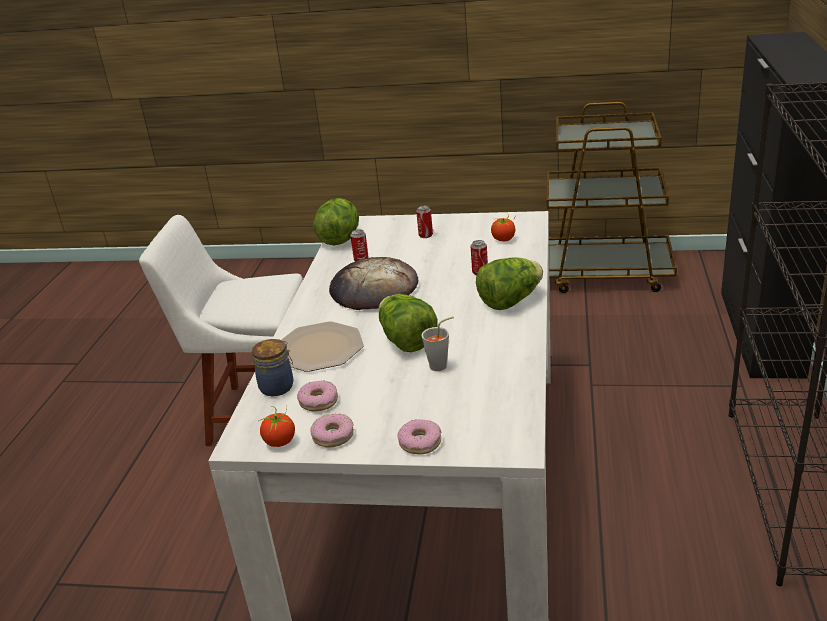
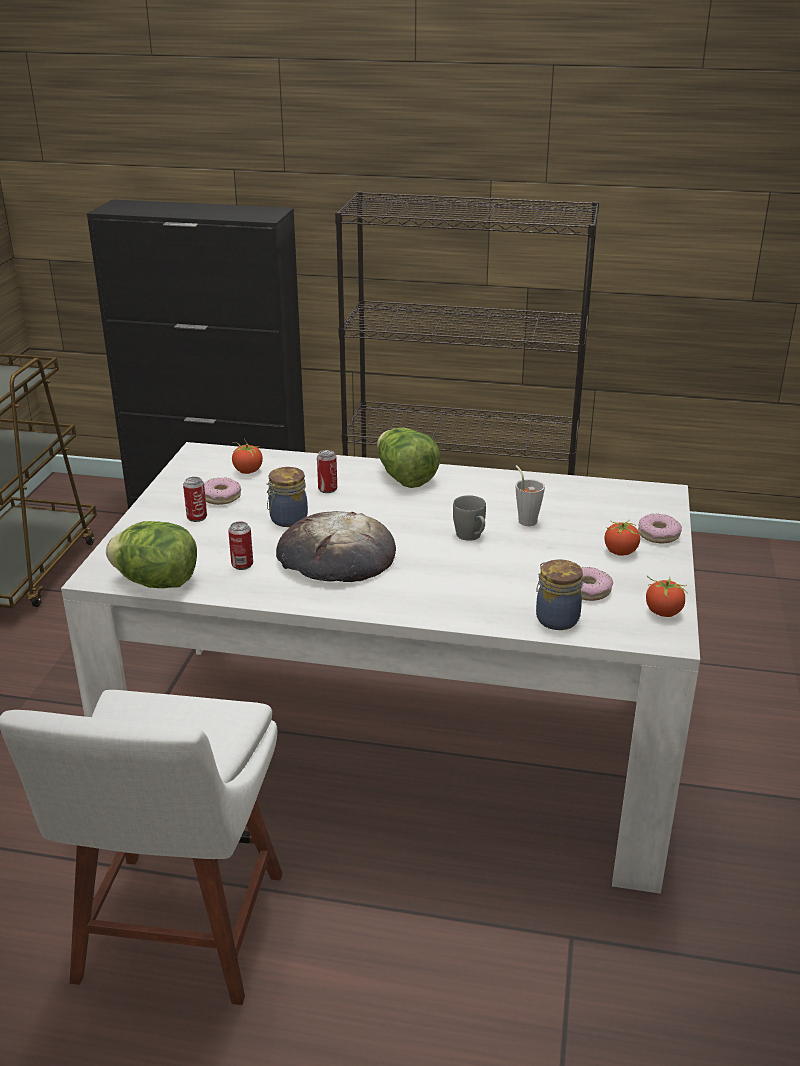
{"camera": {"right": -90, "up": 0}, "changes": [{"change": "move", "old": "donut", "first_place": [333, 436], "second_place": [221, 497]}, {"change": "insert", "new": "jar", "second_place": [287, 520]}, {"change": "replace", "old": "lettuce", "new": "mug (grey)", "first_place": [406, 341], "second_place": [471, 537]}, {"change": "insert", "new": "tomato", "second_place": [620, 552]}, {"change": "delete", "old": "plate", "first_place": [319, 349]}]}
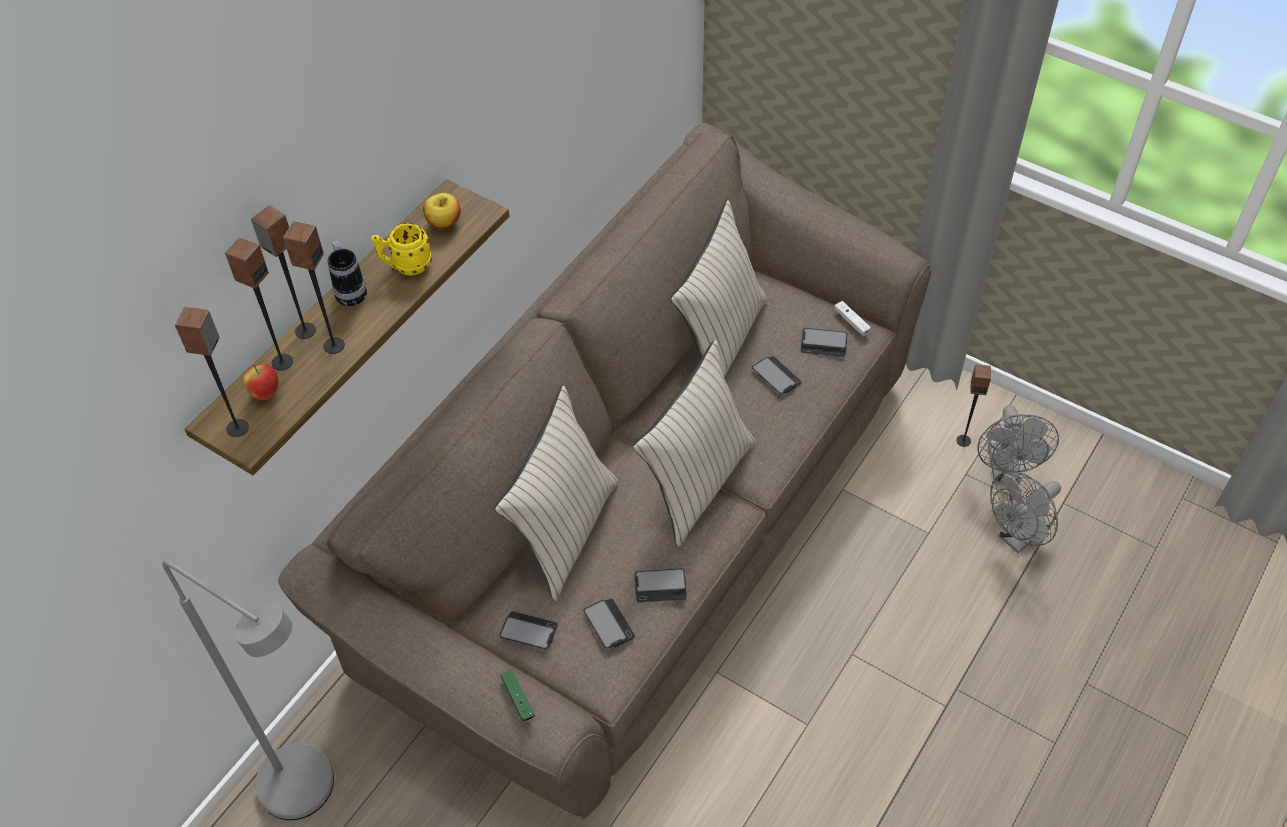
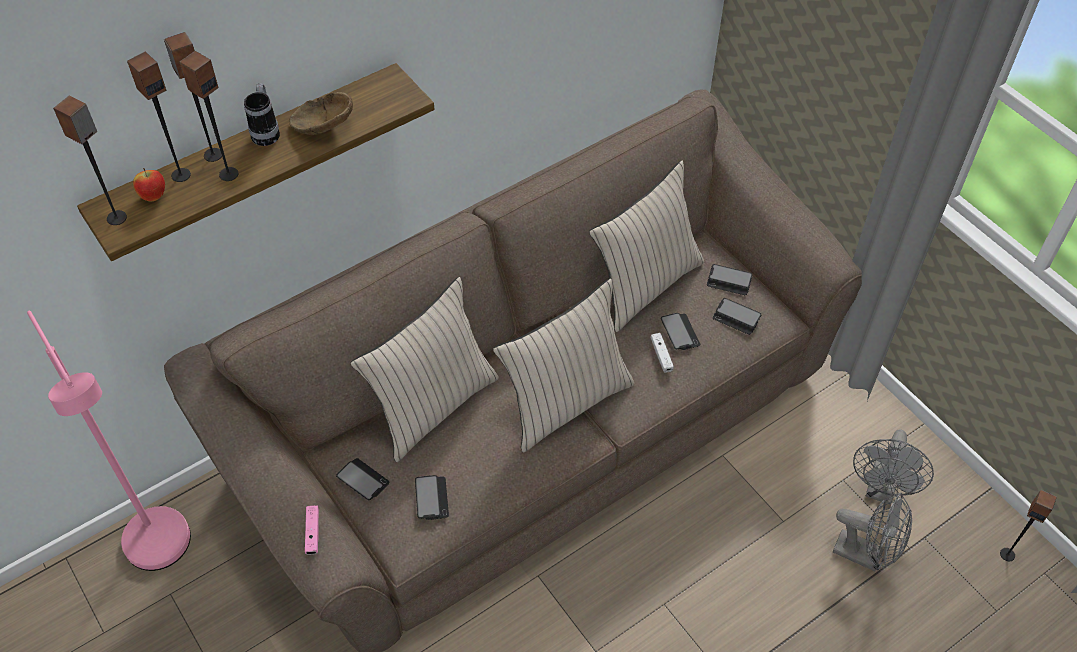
{"camera": {"right": 20, "up": 0}, "changes": [{"change": "recolor", "old": "floor lamp (grey)", "new": "floor lamp (pink)", "first_place": [313, 795], "second_place": [166, 555]}, {"change": "replace", "old": "mug (yellow)", "new": "bowl (brown)", "first_place": [406, 266], "second_place": [322, 126]}, {"change": "recolor", "old": "game controller (green)", "new": "game controller (pink)", "first_place": [518, 699], "second_place": [312, 533]}, {"change": "move", "old": "game controller (white)", "first_place": [851, 322], "second_place": [661, 355]}, {"change": "move", "old": "phone", "first_place": [660, 586], "second_place": [729, 281]}, {"change": "rotate", "old": "fan (grey)", "first_place": [1018, 538], "second_place": [865, 554], "degrees": -135}, {"change": "move", "old": "speaker", "first_place": [963, 440], "second_place": [1007, 554]}, {"change": "delete", "old": "apple", "first_place": [443, 222]}]}
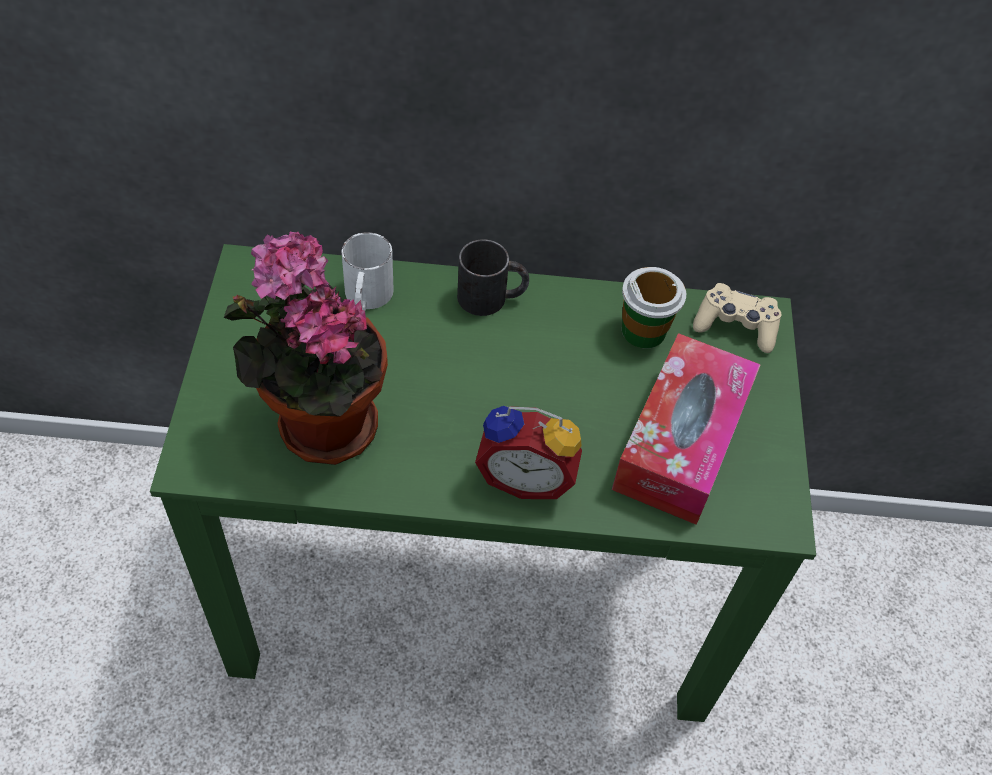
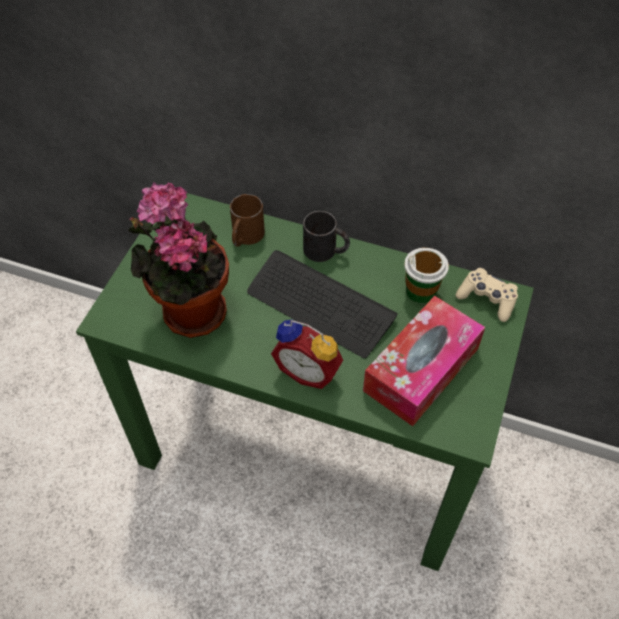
{"camera": {"right": 20, "up": 0}, "changes": [{"change": "recolor", "old": "mug (white)", "new": "mug (brown)", "first_place": [366, 298], "second_place": [245, 237]}, {"change": "insert", "new": "keyboard", "second_place": [320, 305]}]}
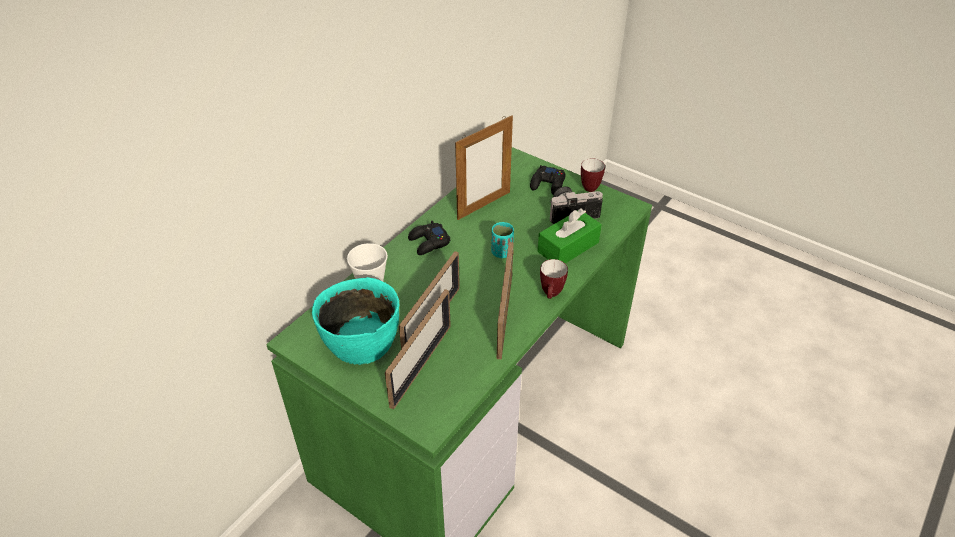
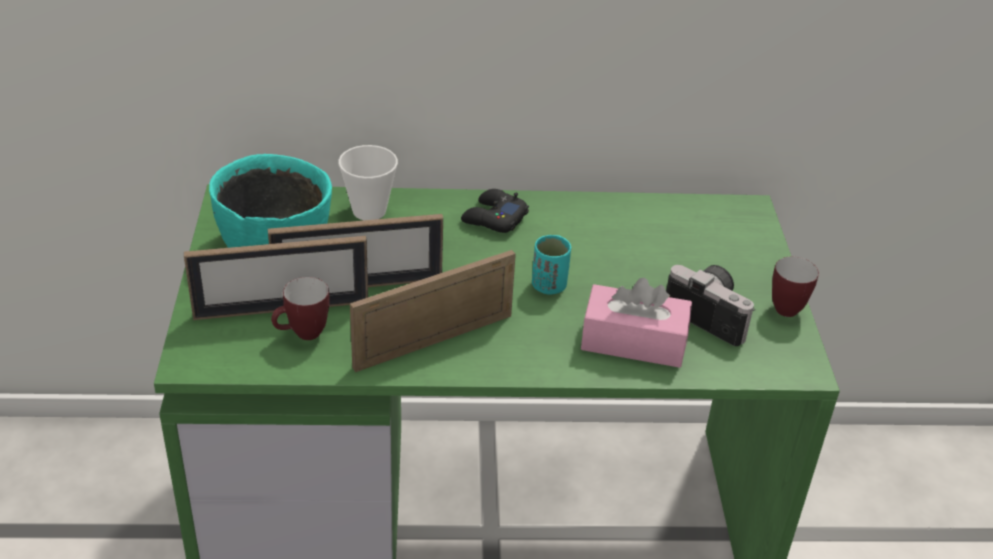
{"camera": {"right": 50, "up": -5}, "changes": [{"change": "move", "old": "mug", "first_place": [551, 295], "second_place": [302, 335]}, {"change": "recolor", "old": "tissue box (green)", "new": "tissue box (pink)", "first_place": [568, 247], "second_place": [633, 342]}, {"change": "delete", "old": "picture frame", "first_place": [483, 205]}, {"change": "delete", "old": "game controller (black)", "first_place": [548, 184]}]}
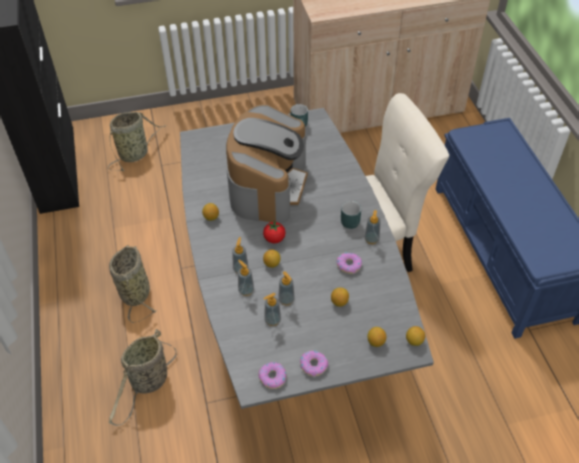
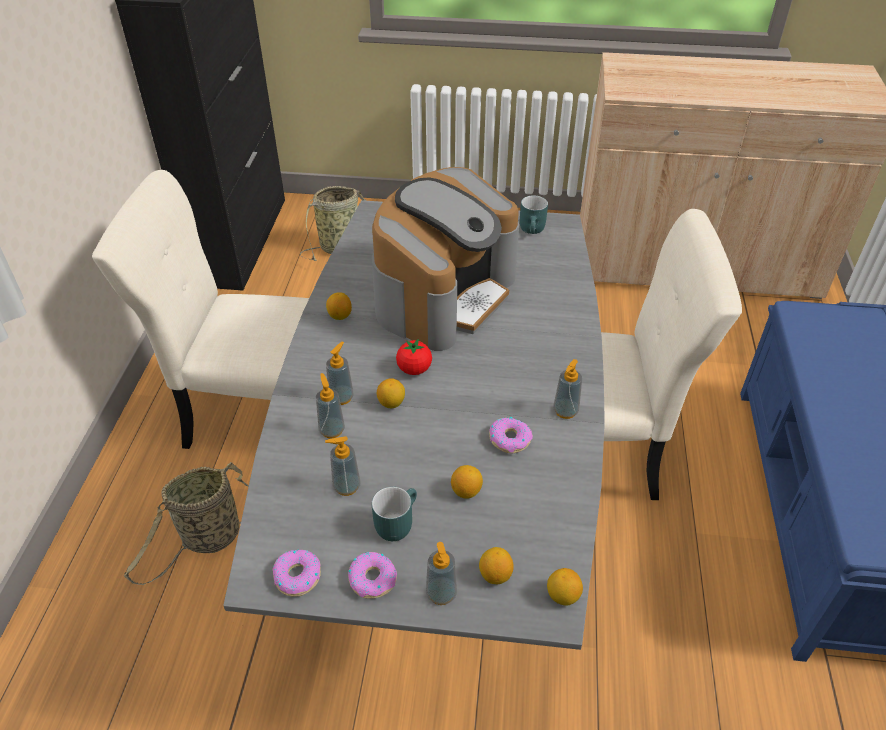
{"camera": {"right": 20, "up": -5}, "changes": [{"change": "replace", "old": "basket", "new": "chair (beige)", "first_place": [135, 292], "second_place": [255, 413]}, {"change": "move", "old": "mug (turquoise)", "first_place": [349, 220], "second_place": [395, 522]}, {"change": "move", "old": "soap dispenser", "first_place": [286, 300], "second_place": [441, 594]}]}
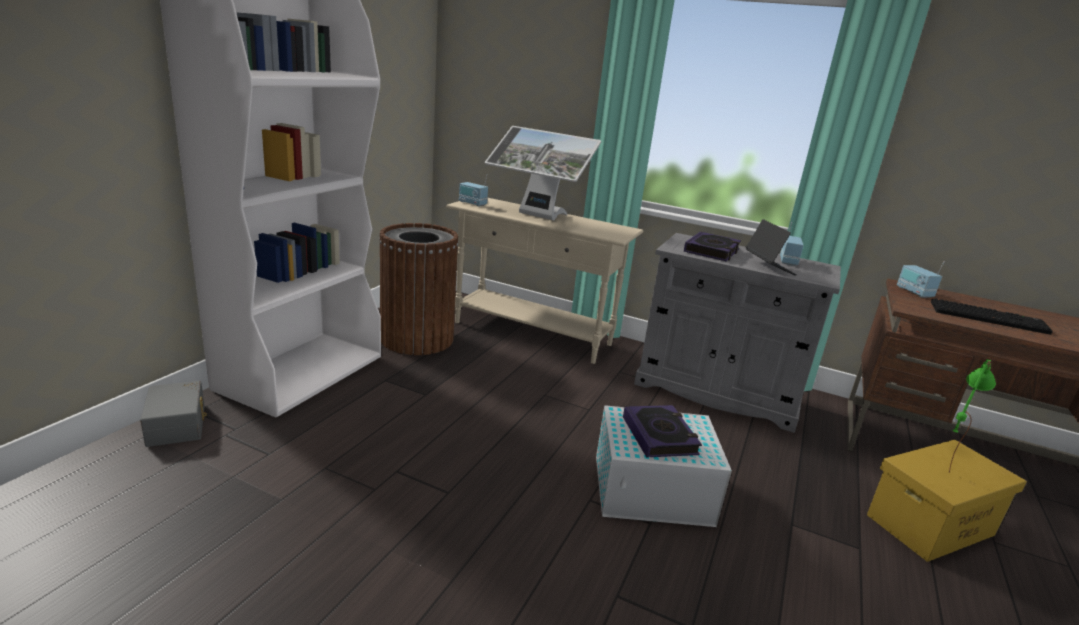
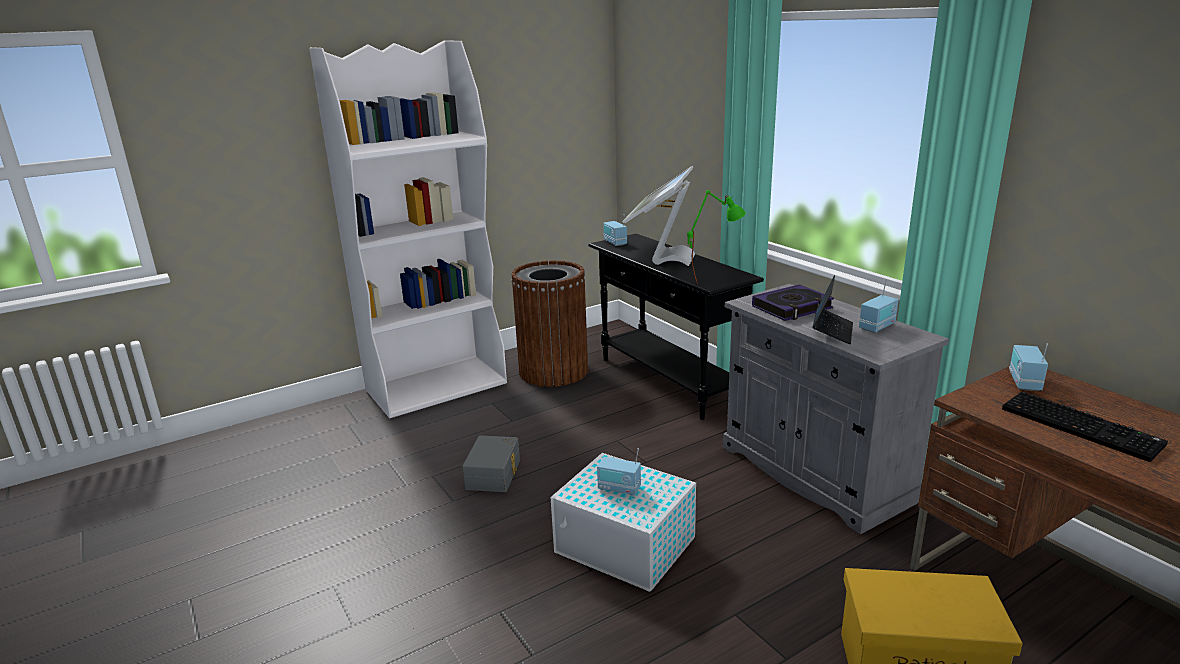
{"camera": {"right": 35, "up": 0}, "changes": [{"change": "move", "old": "storage box (grey)", "first_place": [178, 424], "second_place": [494, 474]}, {"change": "recolor", "old": "console table (beige)", "new": "console table (black)", "first_place": [532, 334], "second_place": [669, 381]}, {"change": "replace", "old": "book", "new": "radio", "first_place": [659, 436], "second_place": [619, 489]}, {"change": "rotate", "old": "monitor", "first_place": [537, 216], "second_place": [661, 258], "degrees": 45}, {"change": "move", "old": "table lamp (green)", "first_place": [945, 458], "second_place": [714, 280]}]}
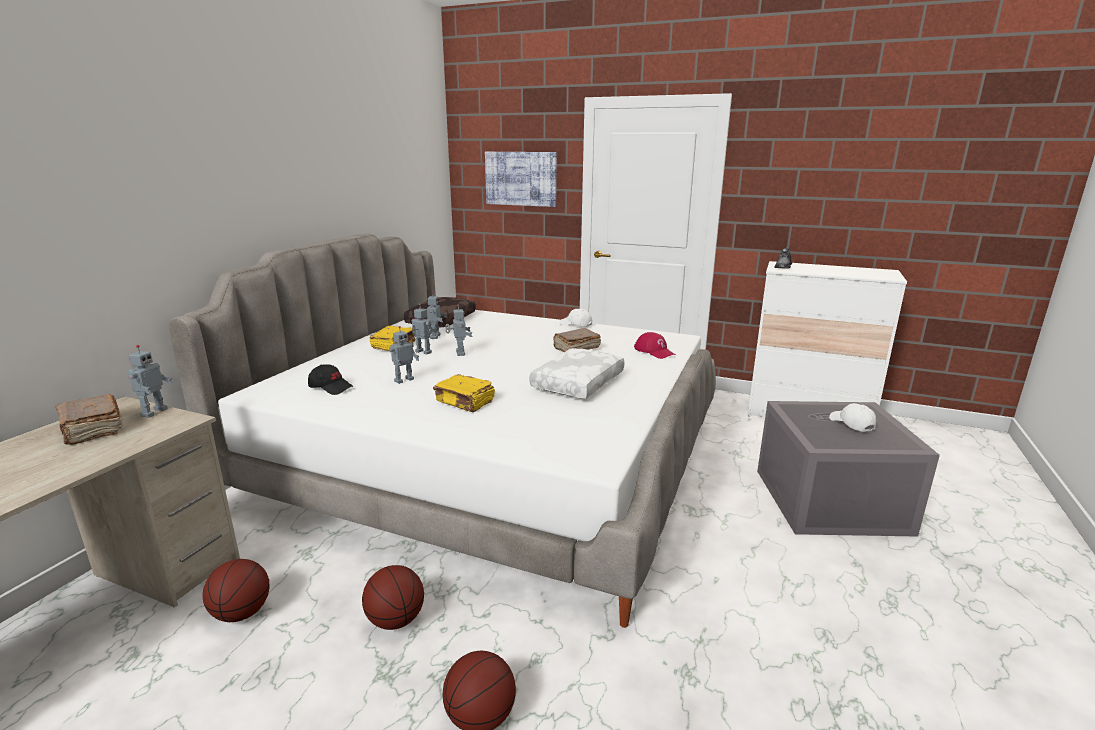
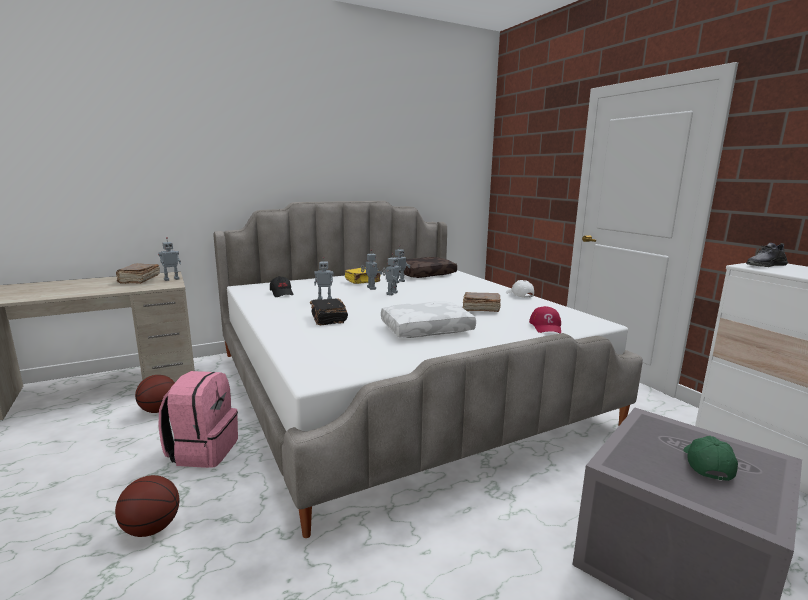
{"camera": {"right": 40, "up": -5}, "changes": [{"change": "replace", "old": "basketball", "new": "backpack (pink)", "first_place": [396, 620], "second_place": [203, 451]}, {"change": "recolor", "old": "book (yellow)", "new": "book (black)", "first_place": [465, 402], "second_place": [328, 319]}, {"change": "recolor", "old": "cap (white)", "new": "cap (green)", "first_place": [851, 424], "second_place": [706, 464]}, {"change": "delete", "old": "picture", "first_place": [521, 178]}]}
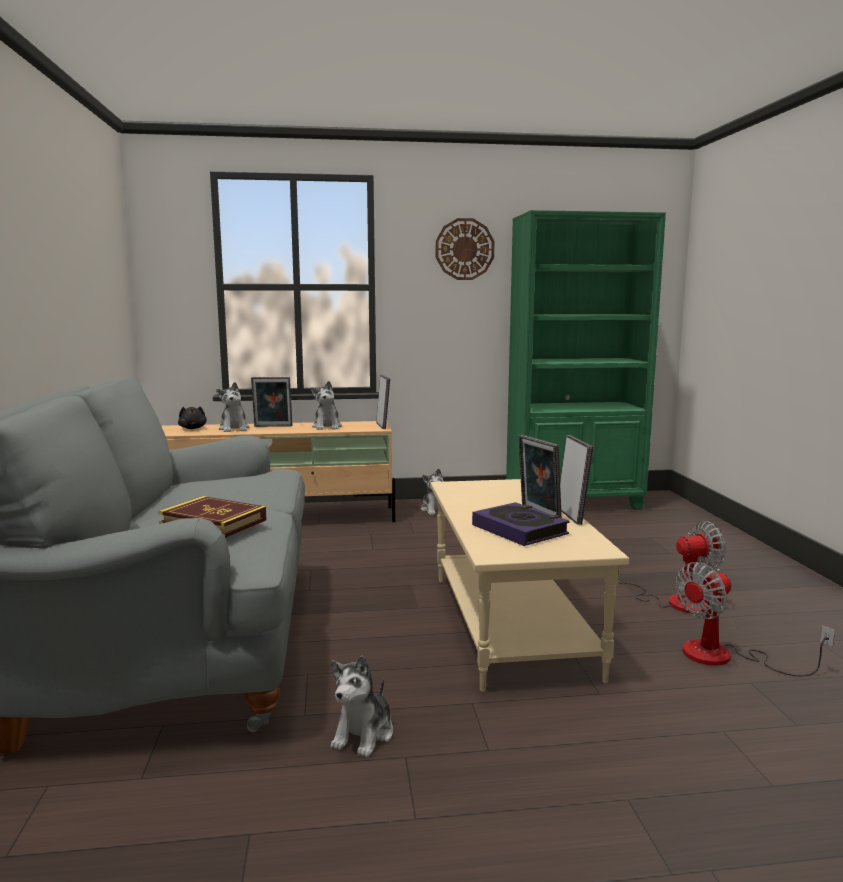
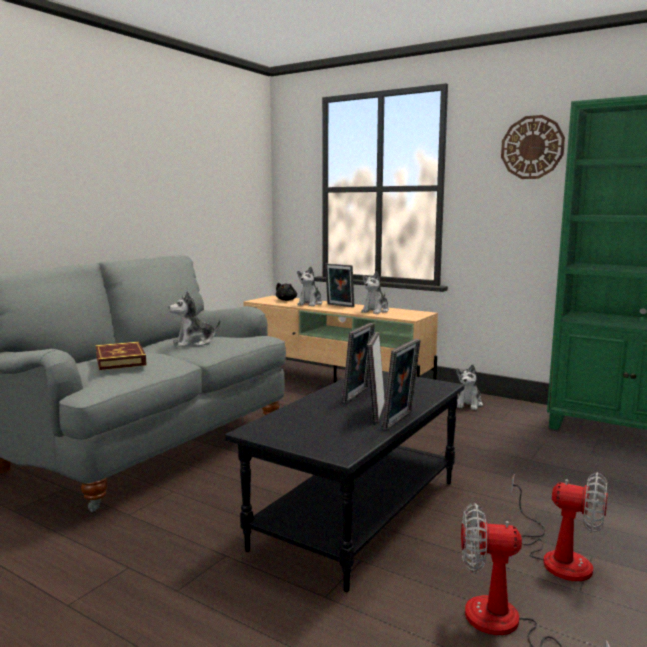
{"camera": {"right": 40, "up": 0}, "changes": [{"change": "move", "old": "plush toy", "first_place": [364, 734], "second_place": [194, 343]}, {"change": "recolor", "old": "coffee table (beige)", "new": "coffee table (black)", "first_place": [508, 624], "second_place": [357, 512]}, {"change": "move", "old": "picture frame", "first_place": [383, 426], "second_place": [358, 395]}, {"change": "delete", "old": "book", "first_place": [519, 530]}]}
